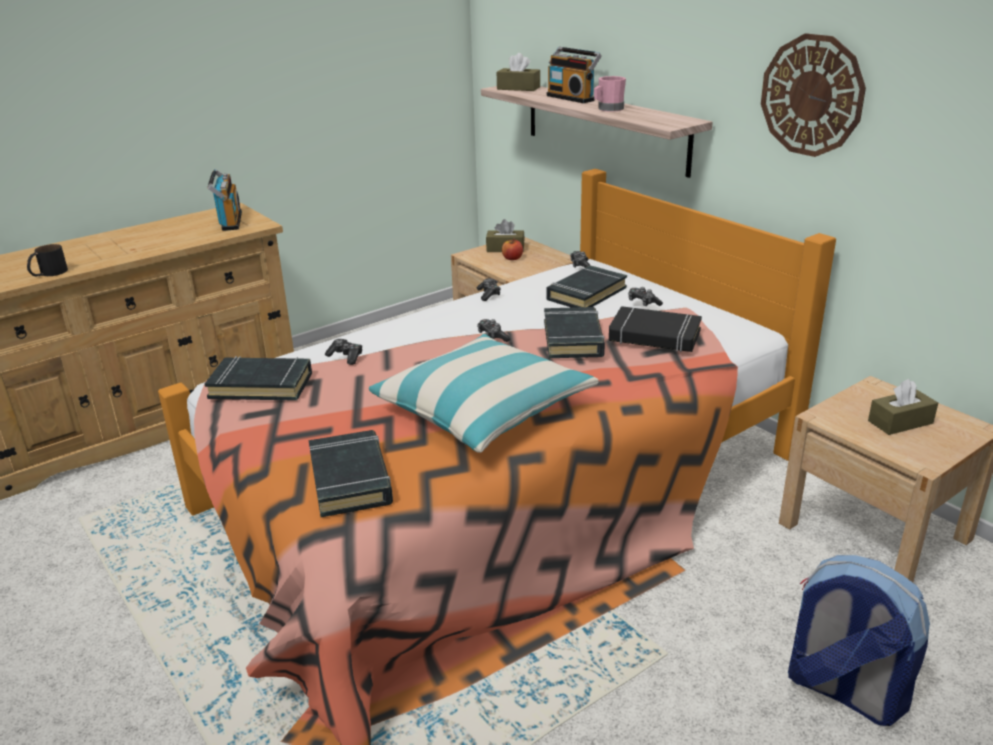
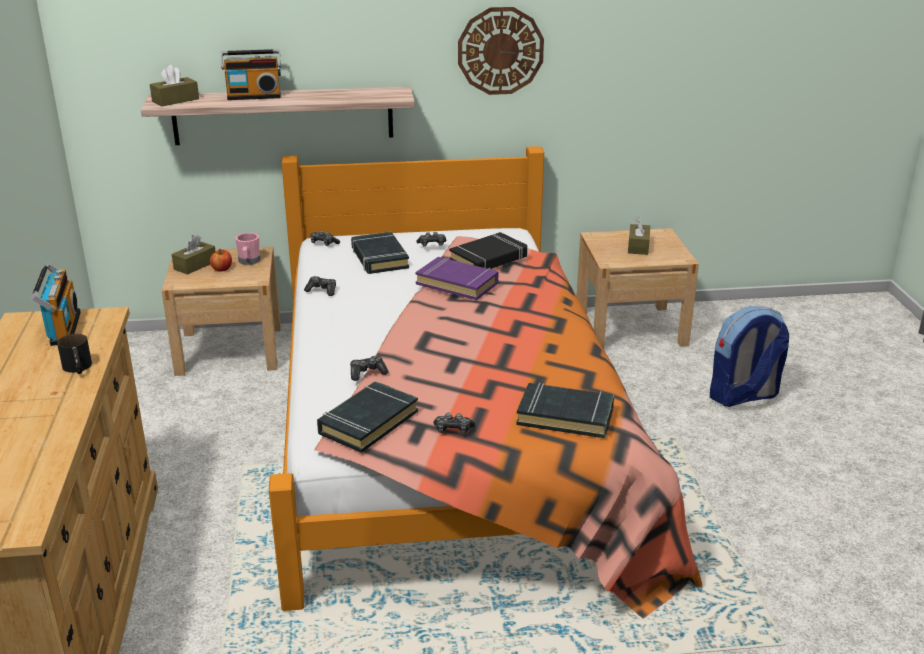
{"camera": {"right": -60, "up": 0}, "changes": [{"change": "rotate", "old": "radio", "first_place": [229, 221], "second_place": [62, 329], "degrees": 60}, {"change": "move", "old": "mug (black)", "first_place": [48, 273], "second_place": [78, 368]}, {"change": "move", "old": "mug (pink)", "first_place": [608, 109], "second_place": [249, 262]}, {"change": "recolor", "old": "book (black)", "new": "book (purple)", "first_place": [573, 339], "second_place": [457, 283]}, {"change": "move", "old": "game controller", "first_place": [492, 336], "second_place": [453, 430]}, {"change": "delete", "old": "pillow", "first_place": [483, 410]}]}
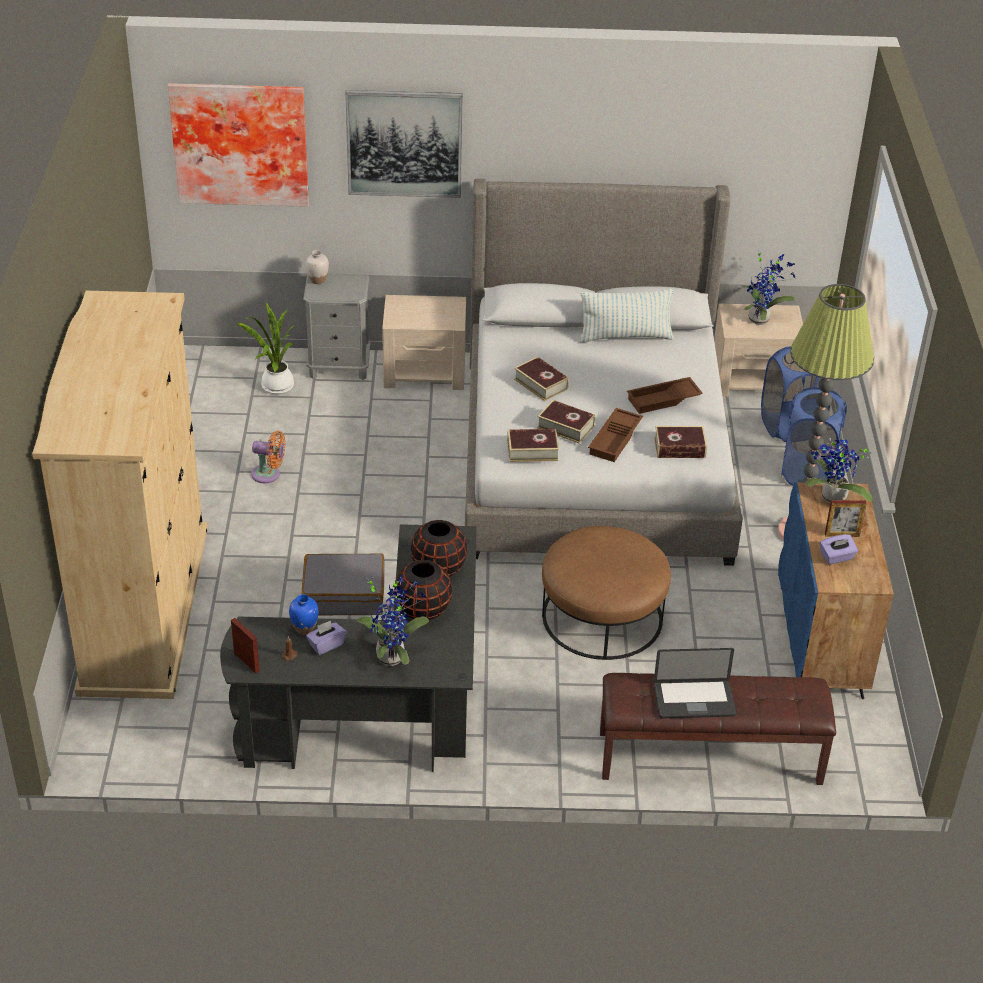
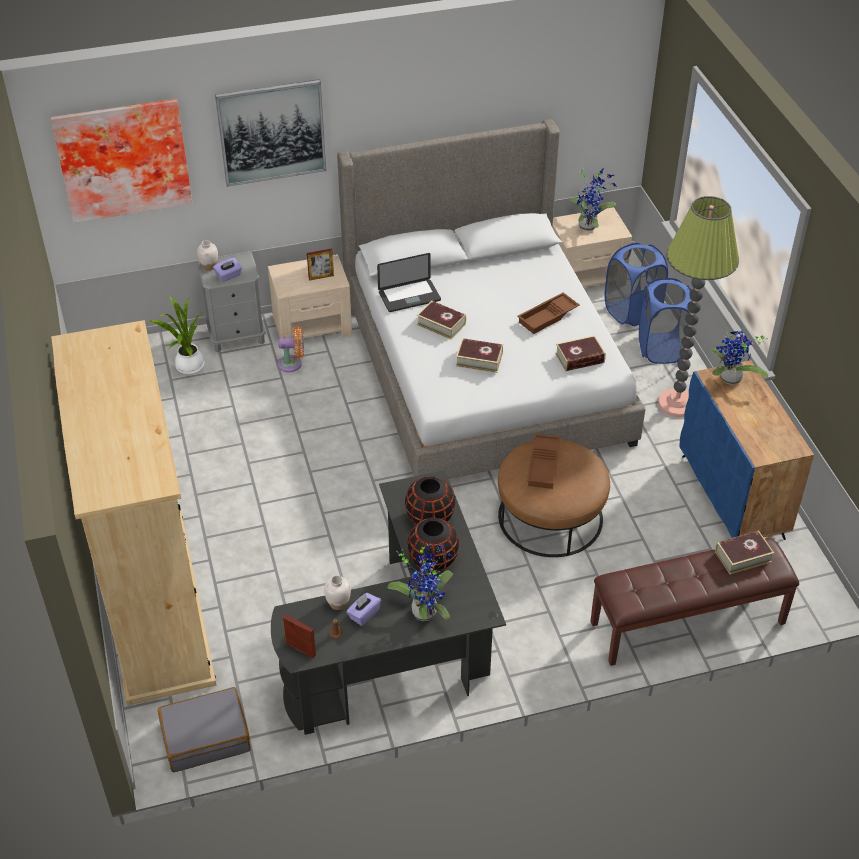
{"camera": {"right": -15, "up": 5}, "changes": [{"change": "move", "old": "suitcase (grey)", "first_place": [344, 594], "second_place": [205, 736]}, {"change": "move", "old": "tissue box (purple)", "first_place": [837, 557], "second_place": [228, 276]}, {"change": "move", "old": "fan (orange)", "first_place": [269, 475], "second_place": [292, 364]}, {"change": "move", "old": "picture frame", "first_place": [842, 535], "second_place": [321, 277]}, {"change": "recolor", "old": "vase (blue)", "new": "vase (white)", "first_place": [304, 628], "second_place": [338, 603]}, {"change": "move", "old": "laptop", "first_place": [694, 700], "second_place": [409, 296]}, {"change": "move", "old": "tray (brown)", "first_place": [616, 439], "second_place": [544, 465]}, {"change": "move", "old": "book", "first_place": [532, 451], "second_place": [742, 556]}, {"change": "delete", "old": "pillow", "first_place": [625, 337]}]}
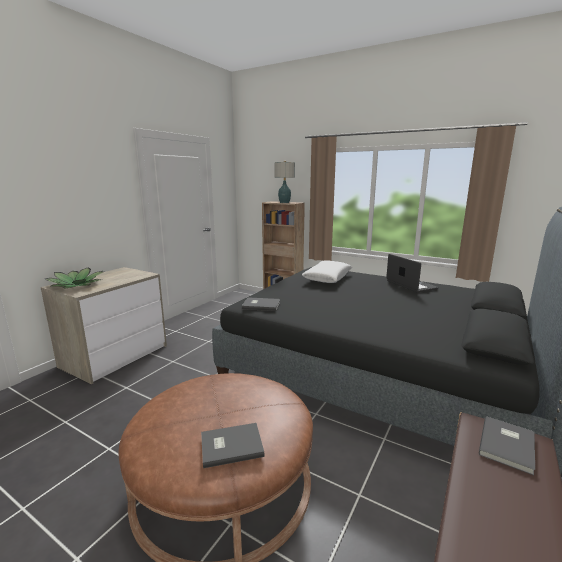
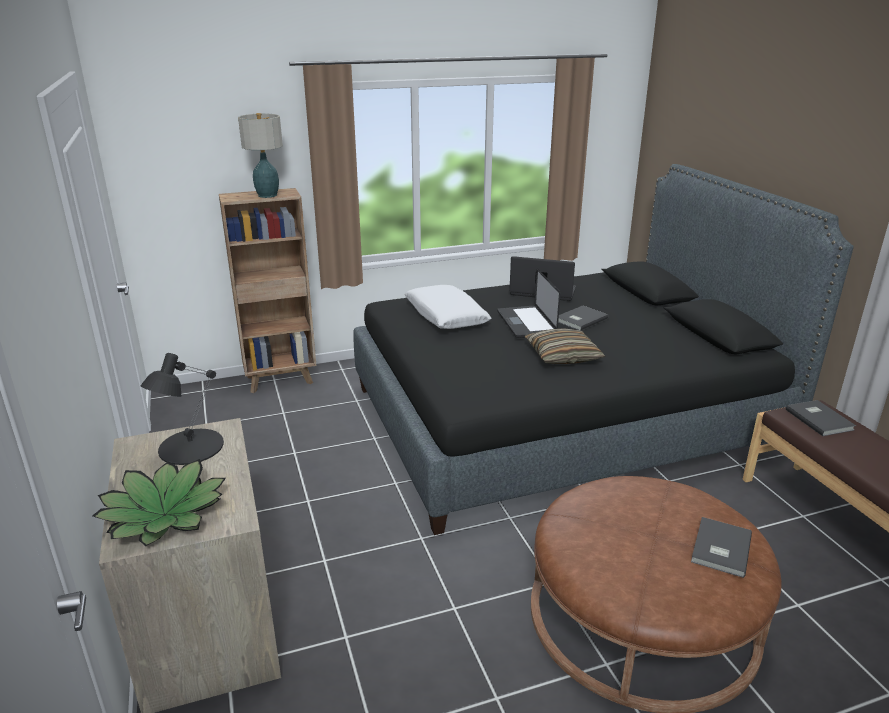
{"camera": {"right": -50, "up": 10}, "changes": [{"change": "insert", "new": "table lamp (black)", "second_place": [190, 447]}, {"change": "insert", "new": "laptop", "second_place": [526, 323]}, {"change": "insert", "new": "pillow", "second_place": [563, 356]}, {"change": "move", "old": "book (grey)", "first_place": [261, 305], "second_place": [580, 319]}]}
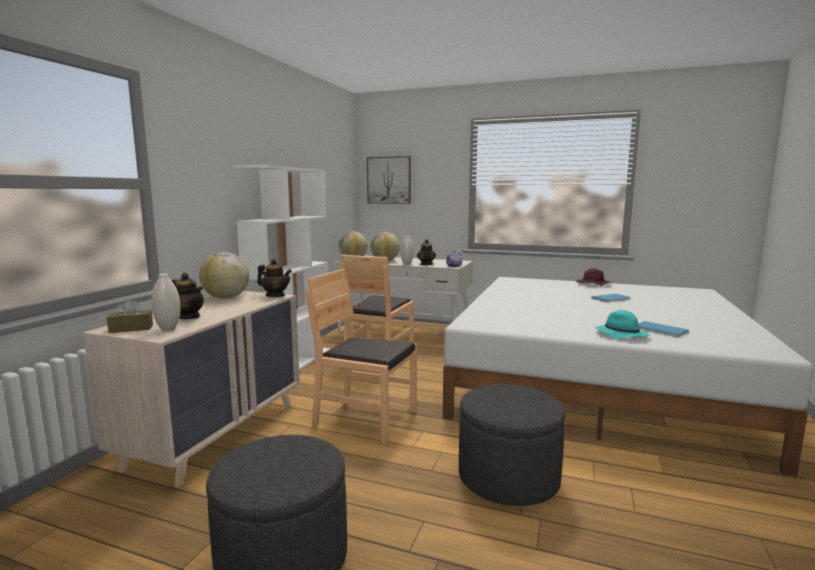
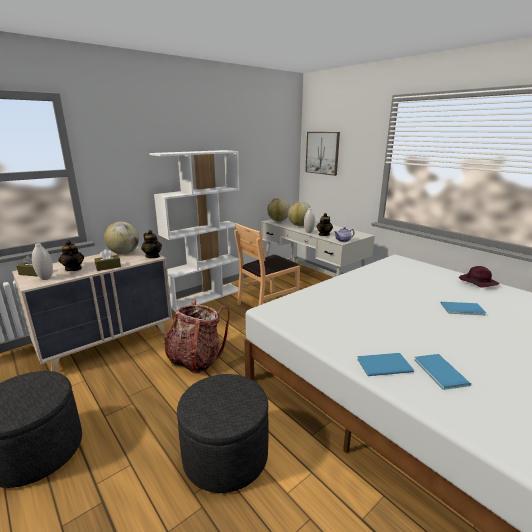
{"camera": {"right": 30, "up": 10}, "changes": [{"change": "insert", "new": "tissue box (brown)", "second_place": [108, 267]}, {"change": "replace", "old": "chair (brown)", "new": "backpack", "first_place": [365, 418], "second_place": [196, 359]}, {"change": "replace", "old": "hat (turquoise)", "new": "book (blue)", "first_place": [620, 334], "second_place": [382, 365]}]}
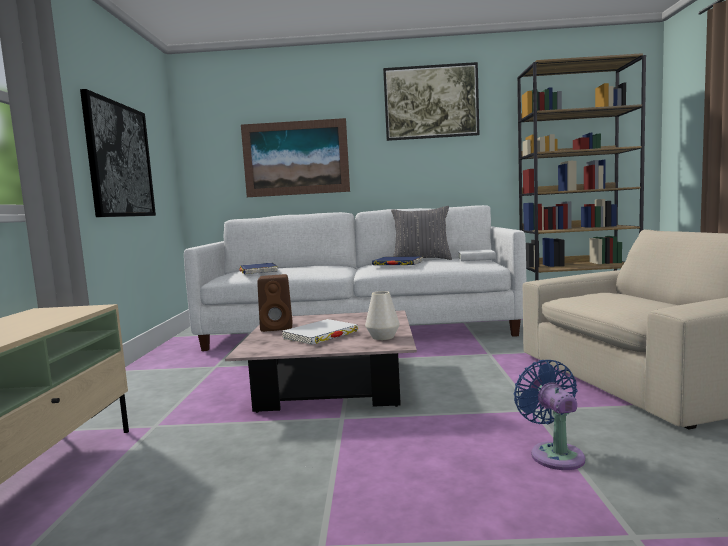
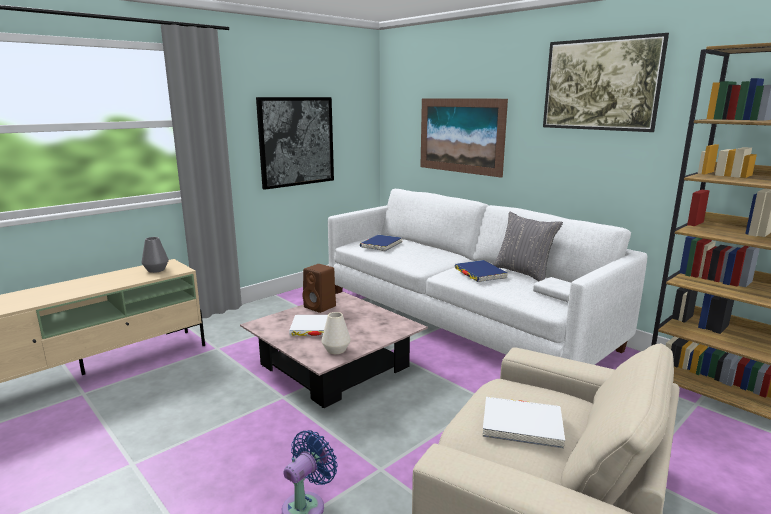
{"camera": {"right": 45, "up": 10}, "changes": [{"change": "insert", "new": "vase (grey)", "second_place": [156, 270]}, {"change": "insert", "new": "book (white)", "second_place": [522, 425]}]}
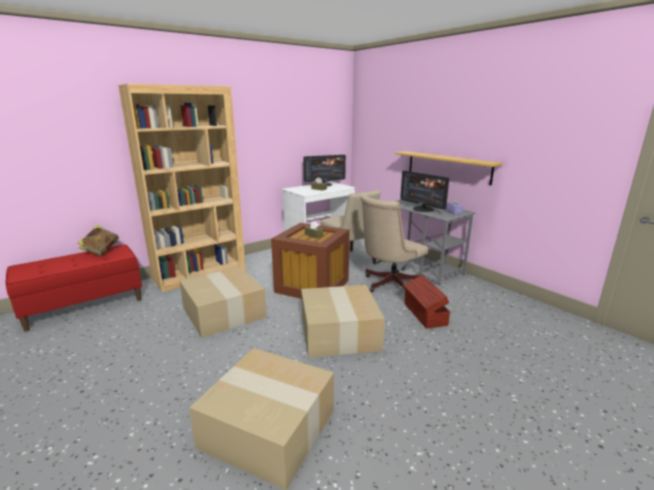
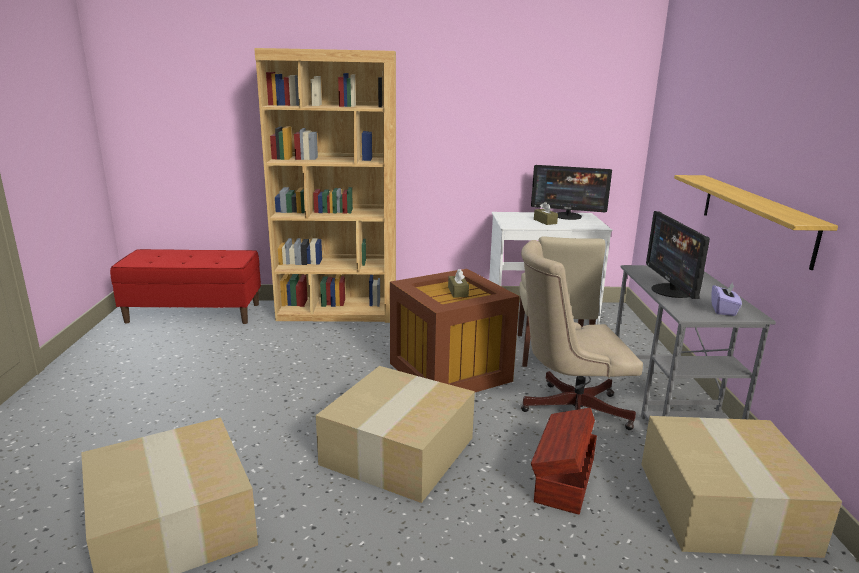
{"camera": {"right": 35, "up": 0}, "changes": [{"change": "move", "old": "cardboard box", "first_place": [225, 312], "second_place": [726, 508]}, {"change": "delete", "old": "book", "first_place": [101, 252]}]}
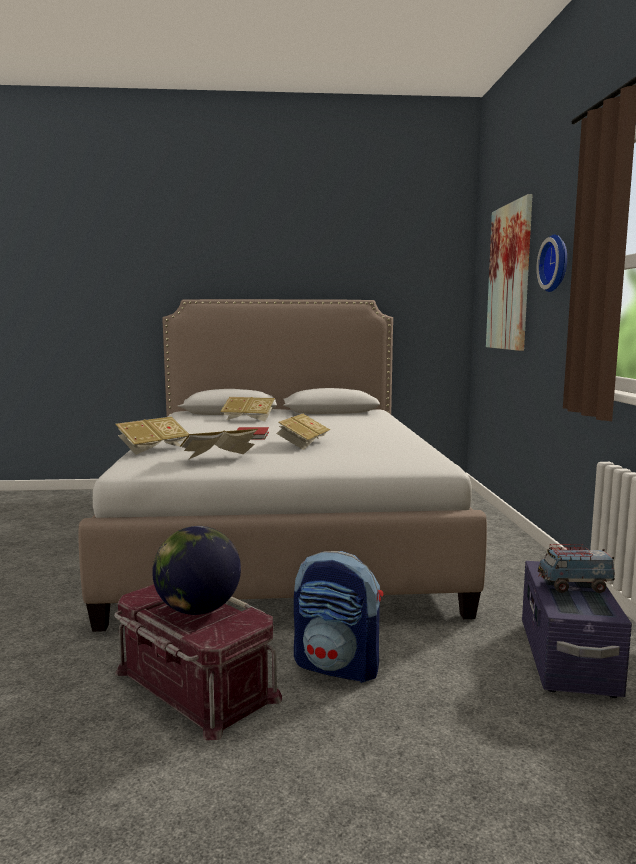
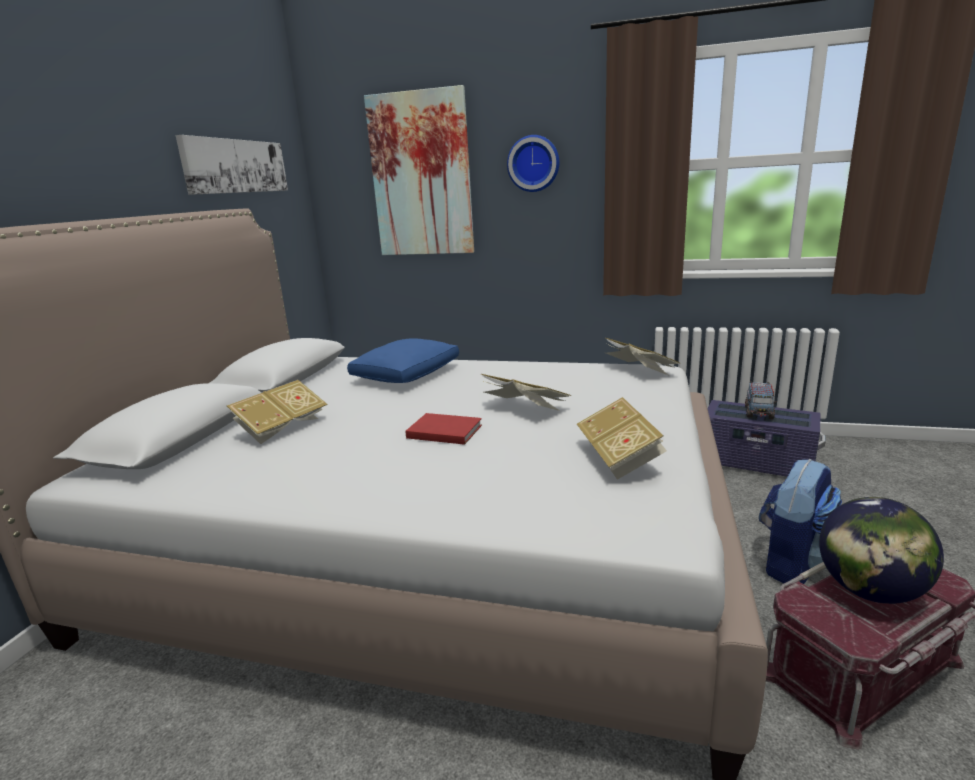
{"camera": {"right": -70, "up": 10}, "changes": [{"change": "insert", "new": "picture", "second_place": [236, 166]}, {"change": "insert", "new": "pillow (blue)", "second_place": [407, 374]}, {"change": "move", "old": "book", "first_place": [153, 449], "second_place": [639, 371]}]}
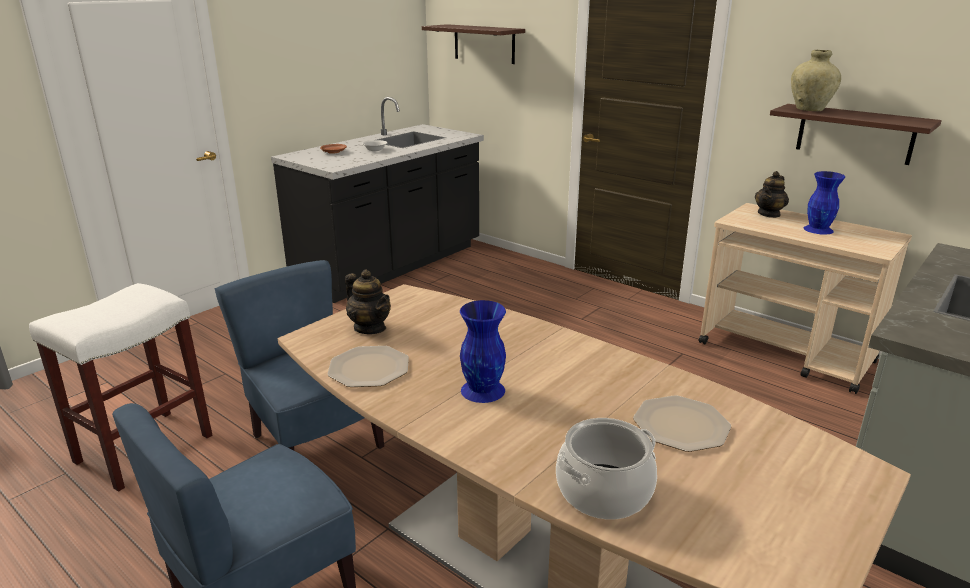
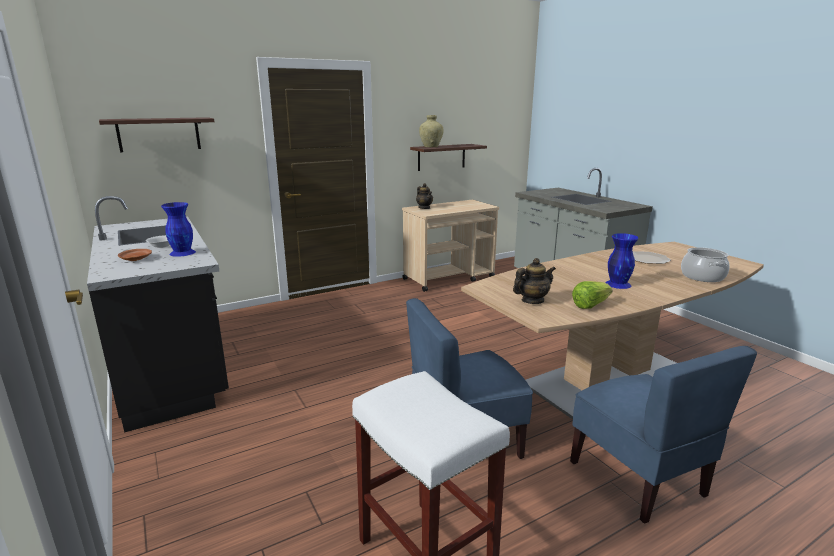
{"camera": {"right": -70, "up": -5}, "changes": [{"change": "move", "old": "vase (blue)", "first_place": [819, 229], "second_place": [183, 252]}, {"change": "replace", "old": "plate", "new": "lettuce", "first_place": [369, 368], "second_place": [590, 305]}]}
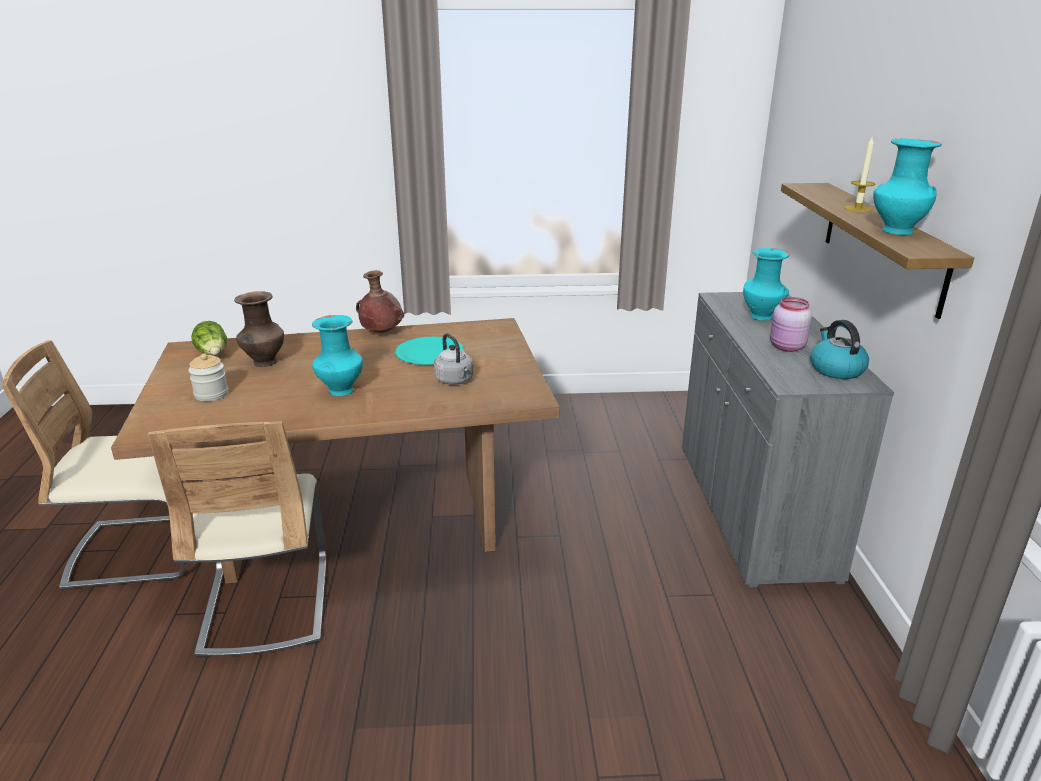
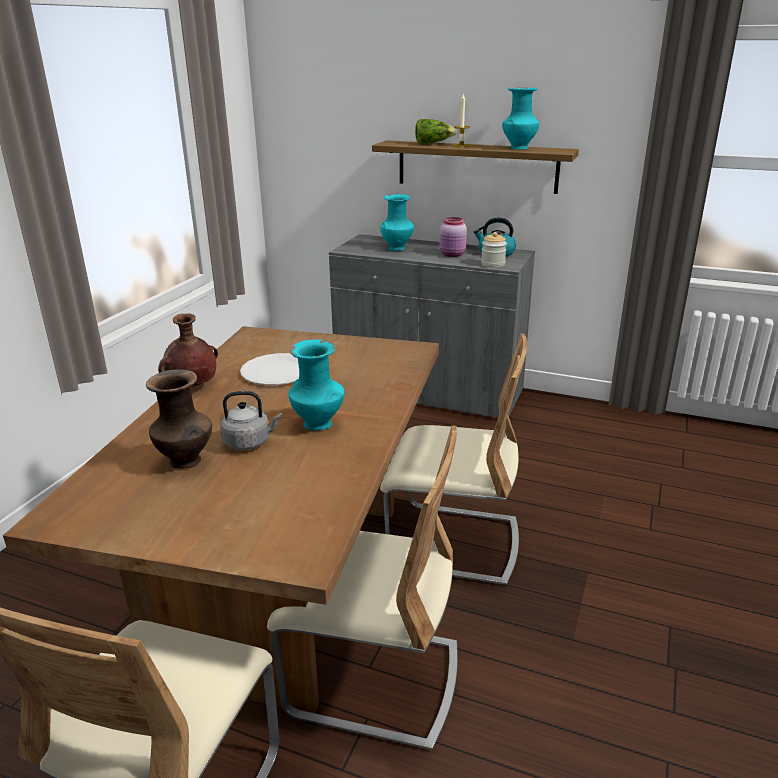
{"camera": {"right": -65, "up": 0}, "changes": [{"change": "move", "old": "kettle (grey)", "first_place": [455, 381], "second_place": [249, 442]}, {"change": "recolor", "old": "plate (turquoise)", "new": "plate (white)", "first_place": [429, 353], "second_place": [277, 372]}, {"change": "insert", "new": "chair (beige)", "second_place": [453, 543]}, {"change": "move", "old": "lettuce", "first_place": [213, 354], "second_place": [433, 143]}, {"change": "move", "old": "jar", "first_place": [211, 394], "second_place": [493, 264]}]}
